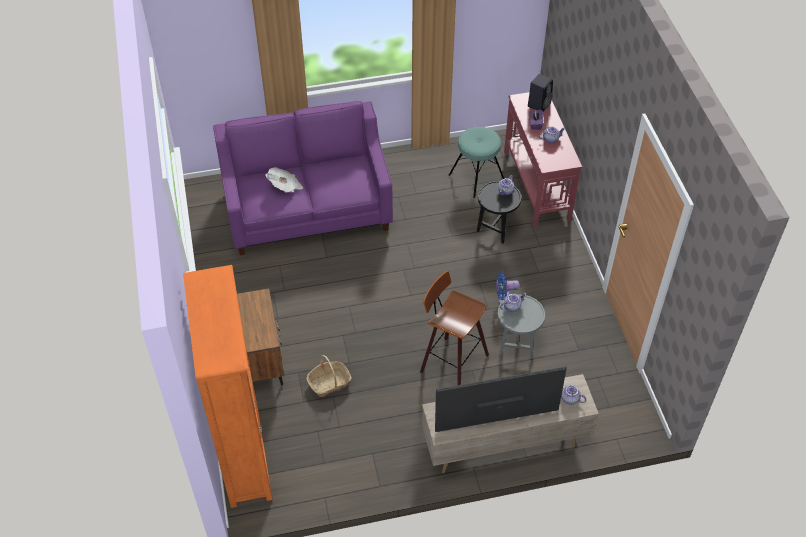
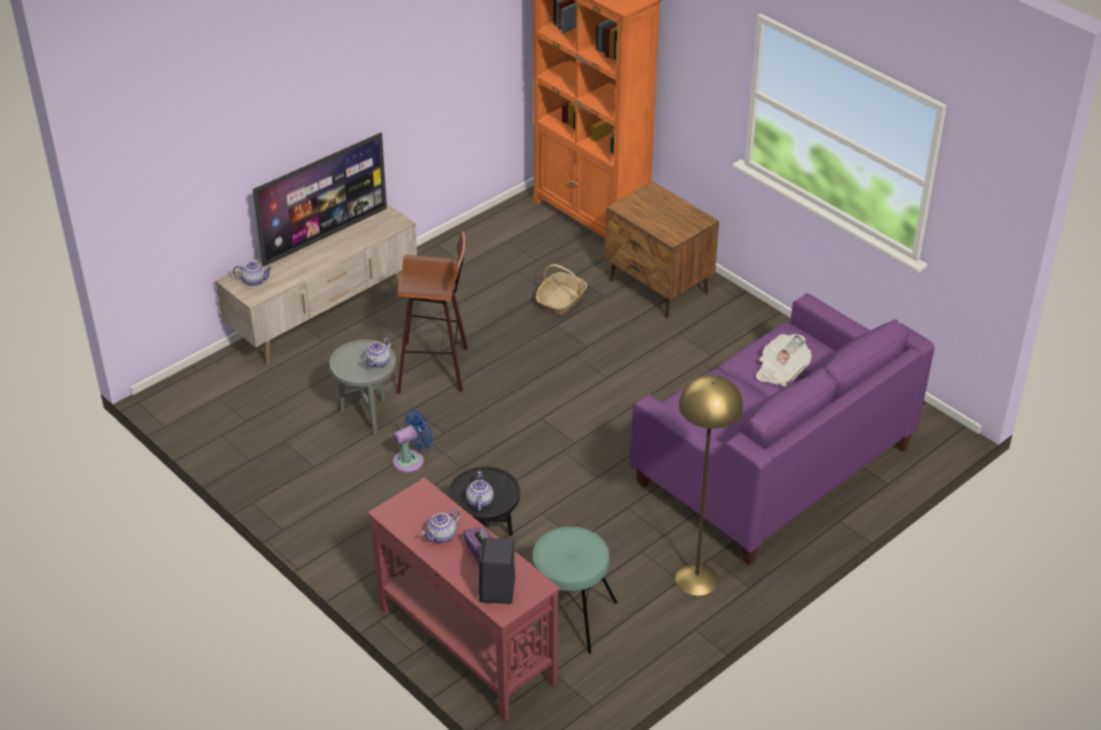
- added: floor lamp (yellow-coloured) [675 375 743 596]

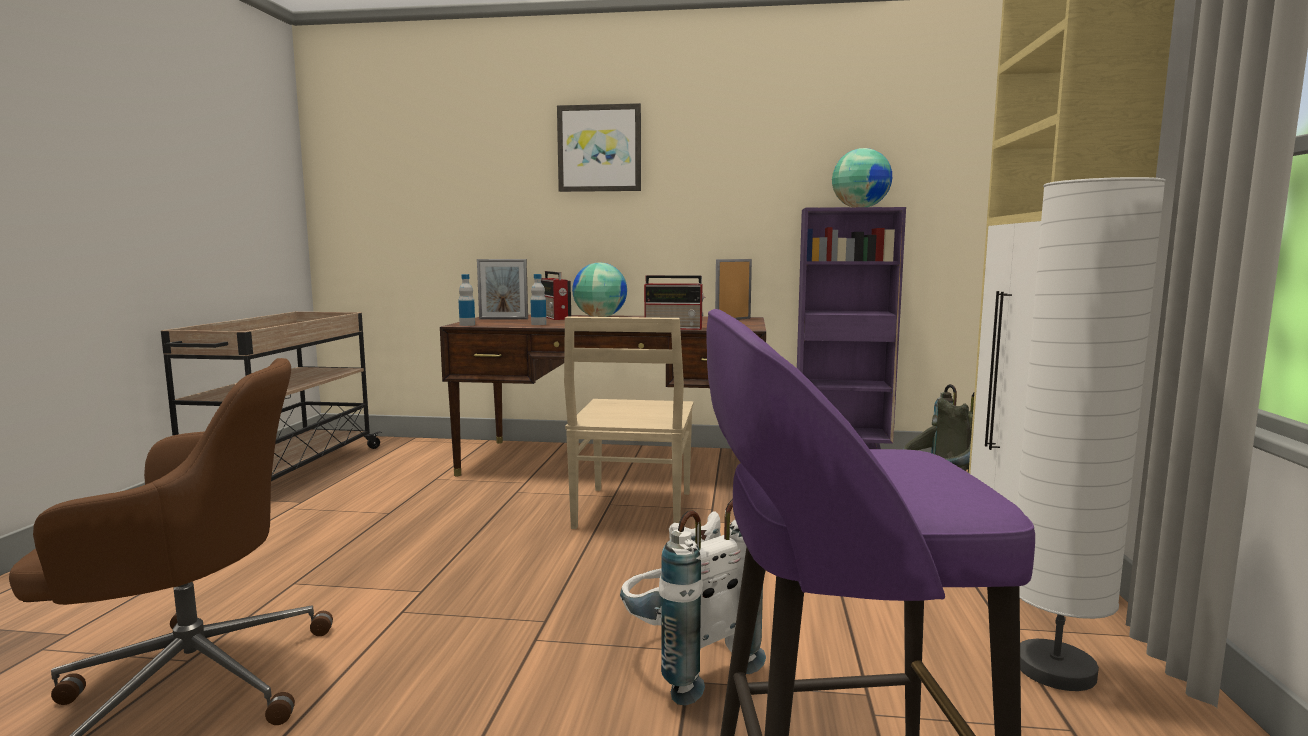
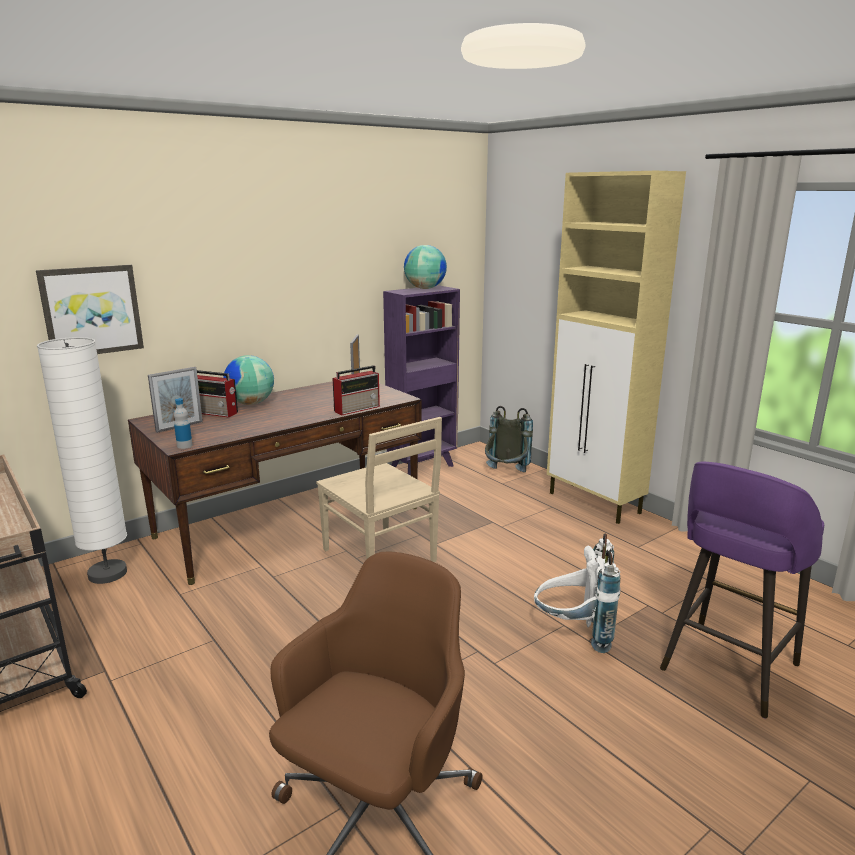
- moved: wall art [557 103 641 192] to [36 265 144 354]
- moved: floor lamp (white) [1017 177 1166 691] to [37 337 127 584]
- removed: beverage bottle [531 274 546 325]

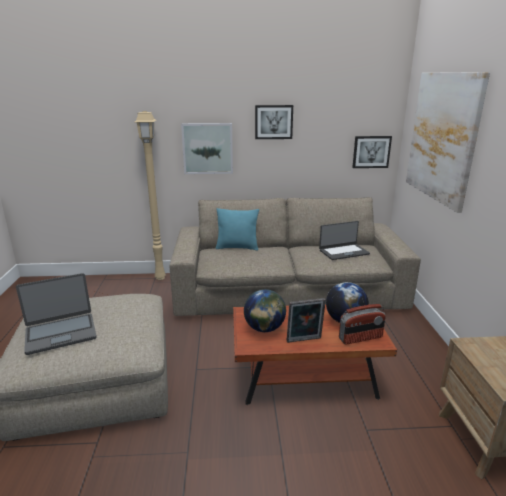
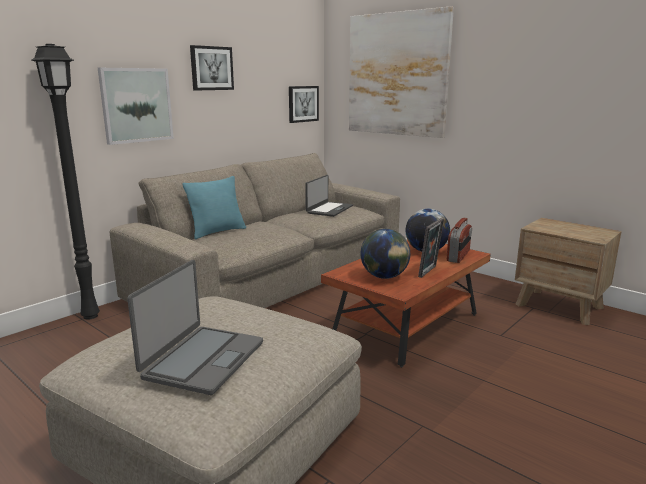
- recoloured: floor lamp (sand-coloured) [135 111 166 280] to floor lamp (blackish) [32 44 100 319]

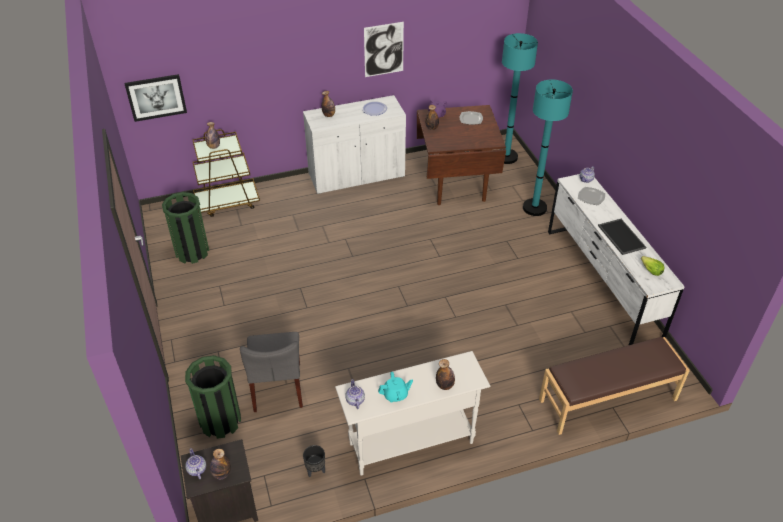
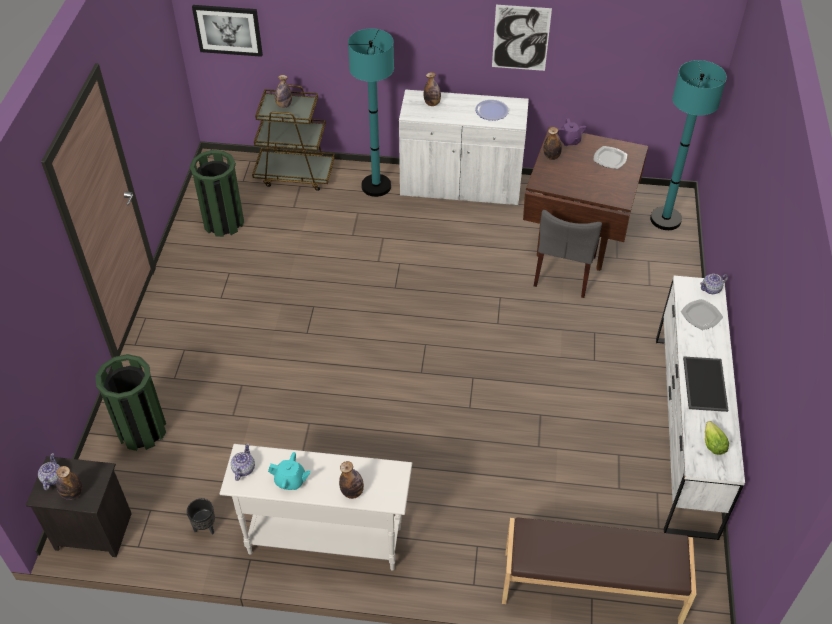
- moved: floor lamp (blue-green) [523 80 573 216] to [348 28 394 197]
- moved: chair (grey) [240 332 303 412] to [534 210 602 298]

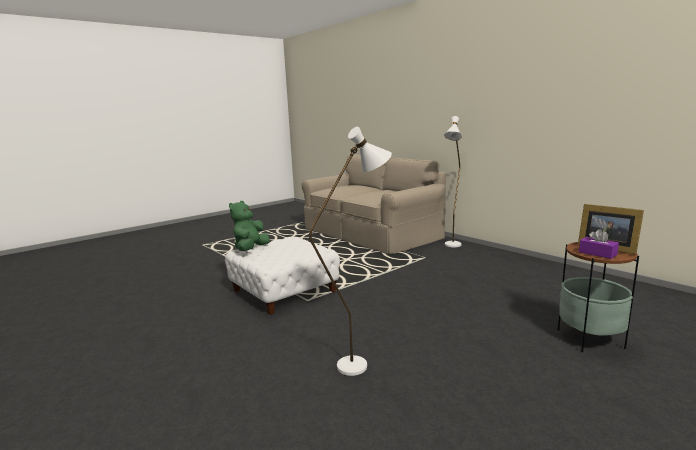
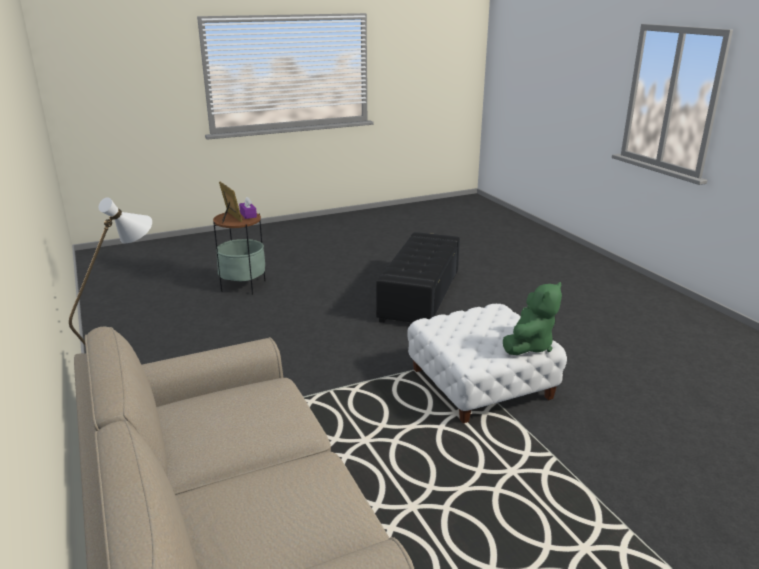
- replaced: floor lamp (white) [309 127 392 376] to pouffe (blackish) [376 232 460 323]

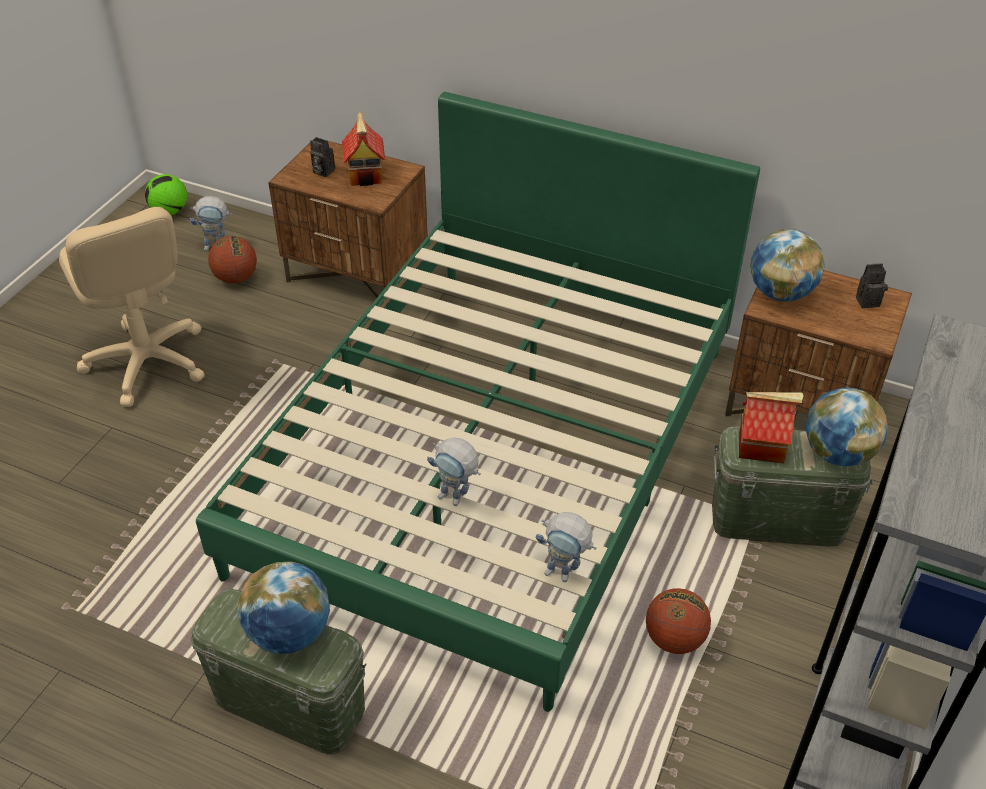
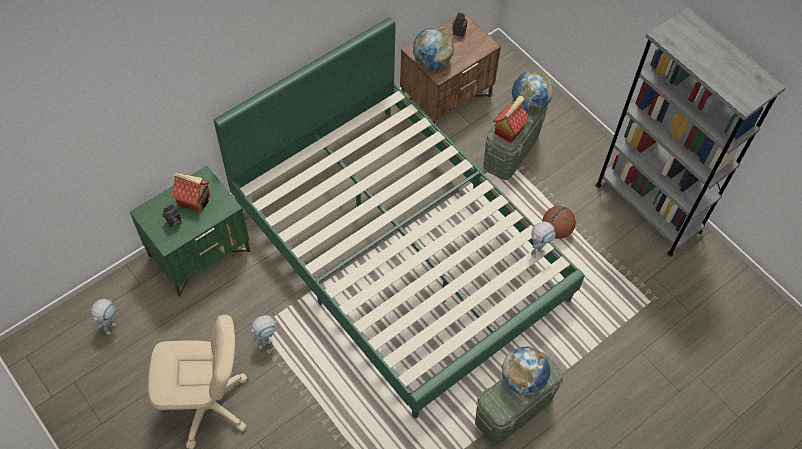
- recoloured: bedside table (brown-coloured) [268 138 428 297] to bedside table (green-coloured) [130 166 250 297]
- moved: robot figure [427 438 481 506] to [250 315 278 349]
- removed: football [145 174 187 215]
- removed: basketball ball [208 236 257 284]

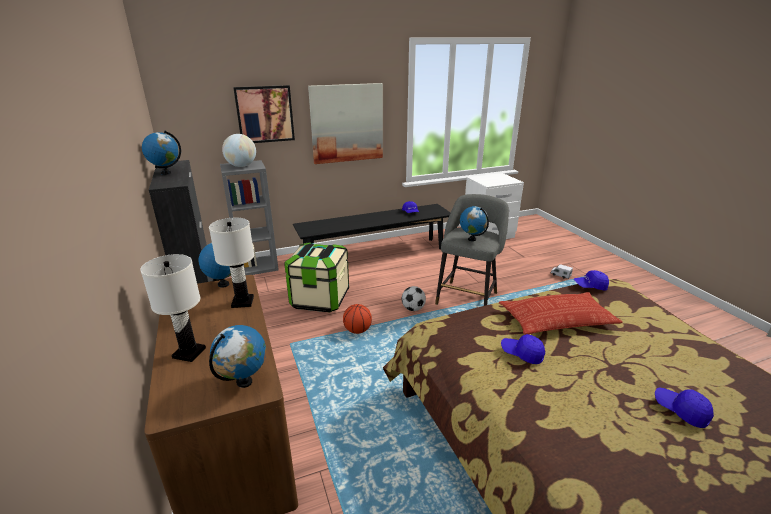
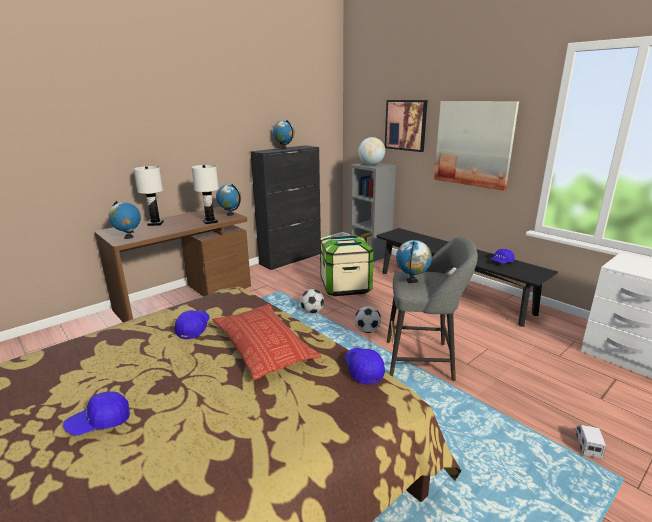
- turned: cap (bluish) [655 388 714 428] = [63 391 130 436] 150 degrees counterclockwise
- replaced: basketball ball [343 304 372 334] to football [300 289 324 314]

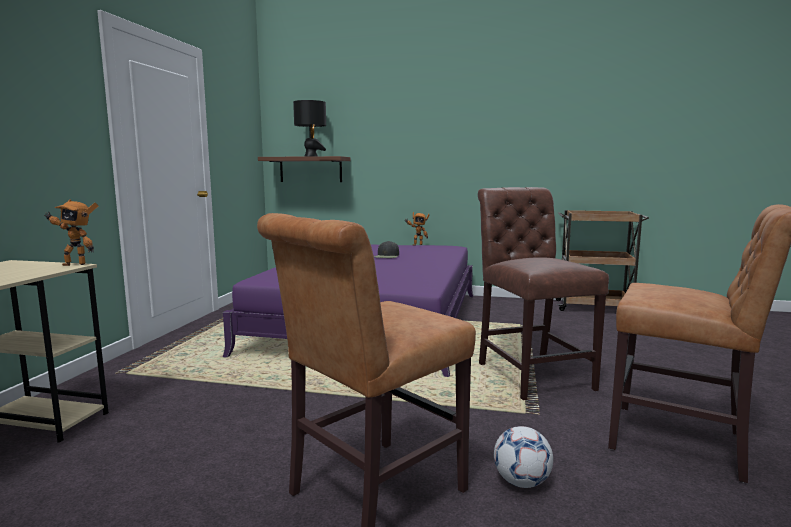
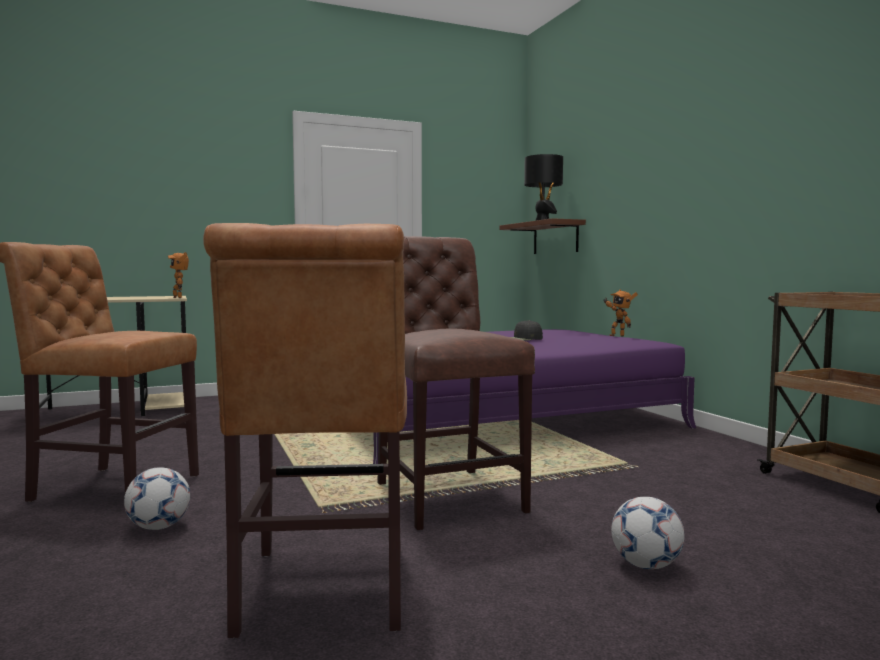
- turned: chair (brown-coloured) [478 187 609 400] = [377 236 535 530] 60 degrees counterclockwise
- added: football [611 497 684 569]

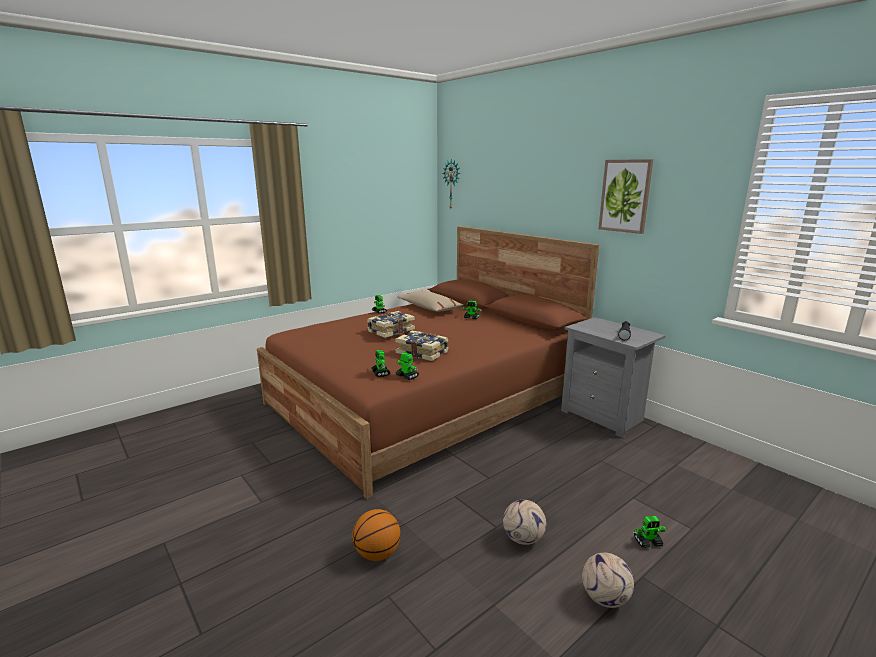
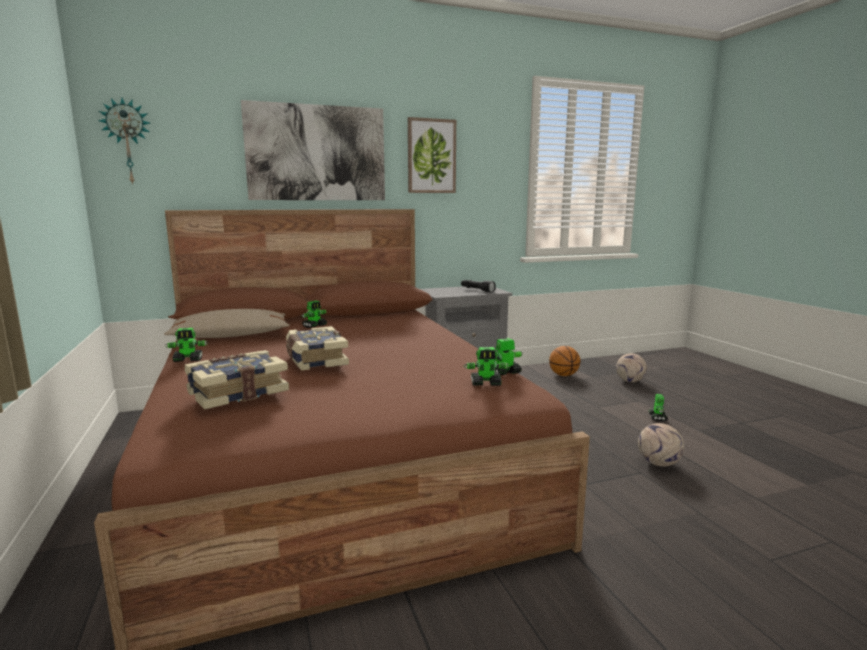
- moved: volume [395 331 449 361] to [185 350 289 409]
- added: wall art [241 100 385 200]
- moved: basketball ball [352 509 400 561] to [549 346 580 376]
- moved: football [582 553 634 608] to [616 353 647 382]

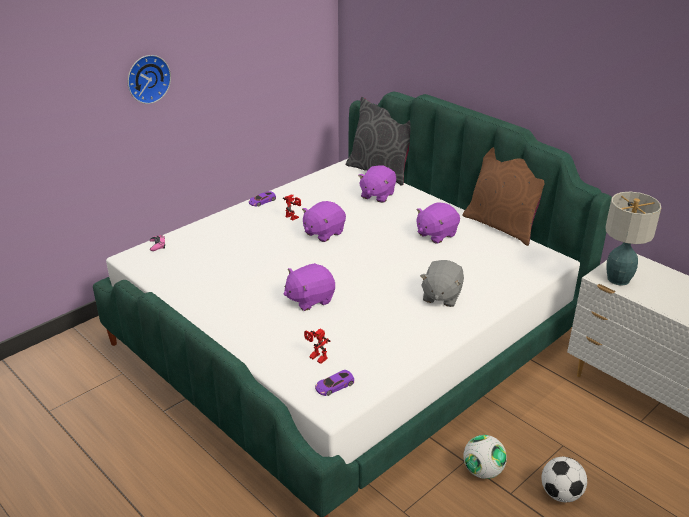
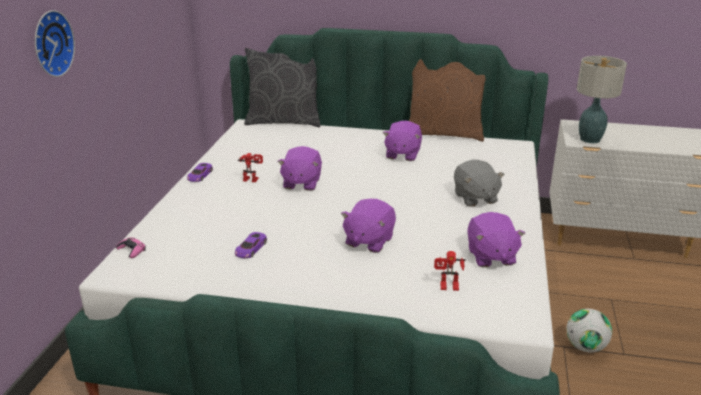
- moved: miniature car (purple) [315 370 354 396] to [235 232 267 258]
- moved: soft toy (purple) [358 165 396 203] to [467 212 525 267]
- removed: football [541 457 587 502]

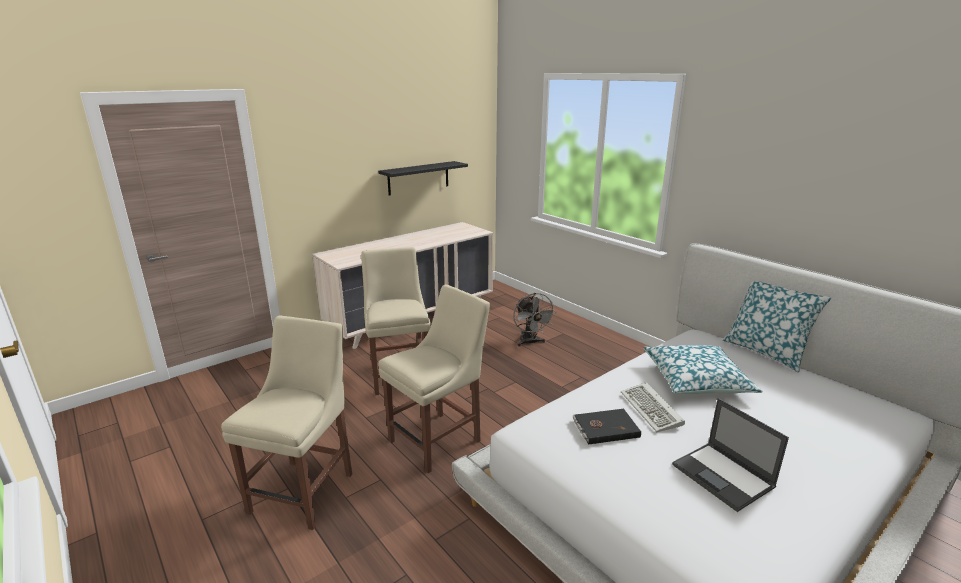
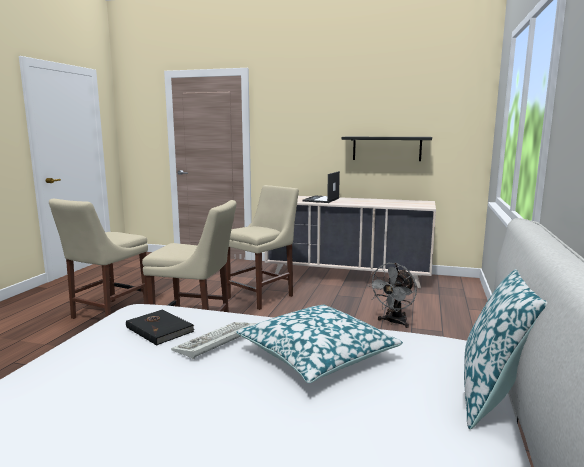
- turned: chair (sand-coloured) [221 316 352 530] = [49 199 148 319] 135 degrees clockwise
- moved: portable computer [672 398 789 512] to [302 171 340 203]

